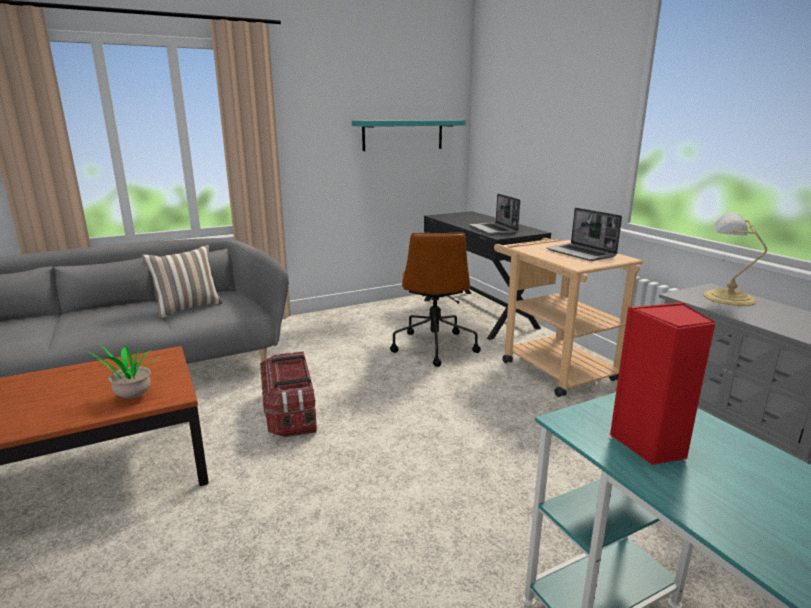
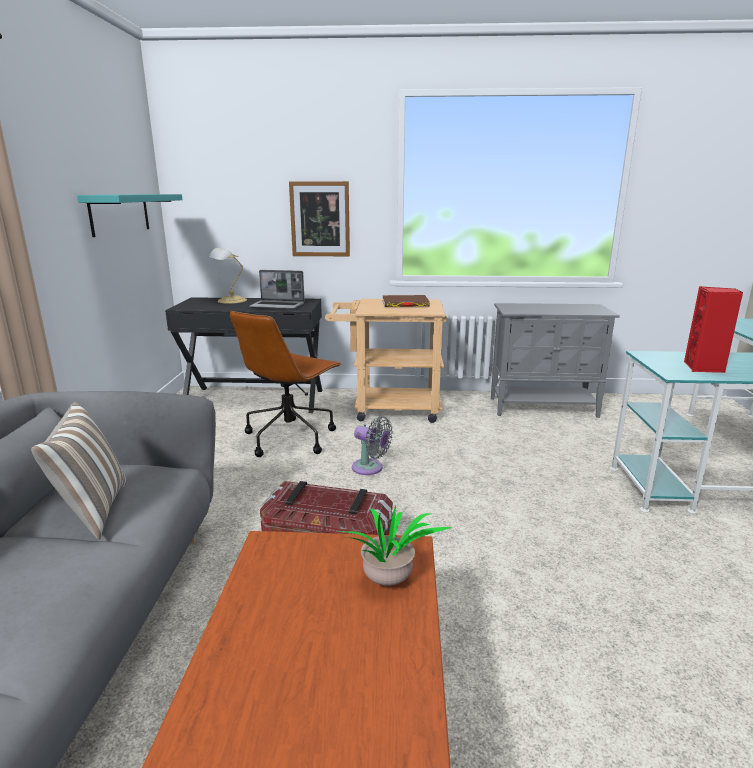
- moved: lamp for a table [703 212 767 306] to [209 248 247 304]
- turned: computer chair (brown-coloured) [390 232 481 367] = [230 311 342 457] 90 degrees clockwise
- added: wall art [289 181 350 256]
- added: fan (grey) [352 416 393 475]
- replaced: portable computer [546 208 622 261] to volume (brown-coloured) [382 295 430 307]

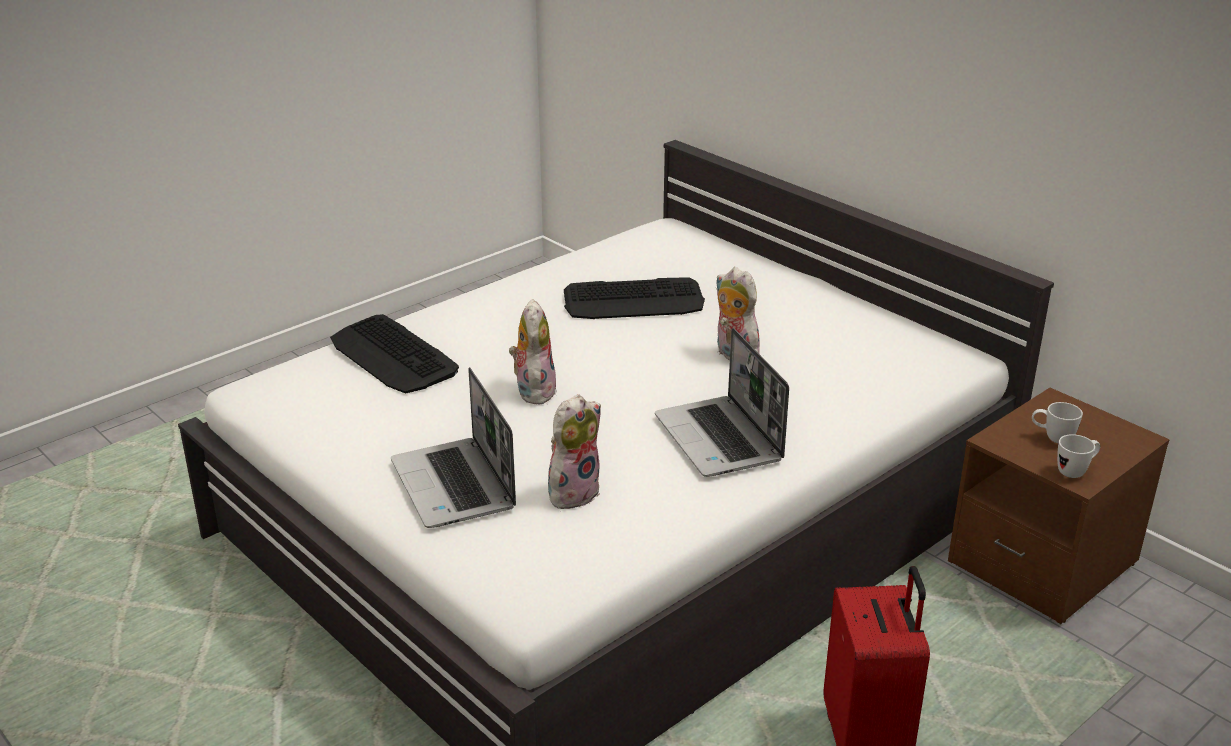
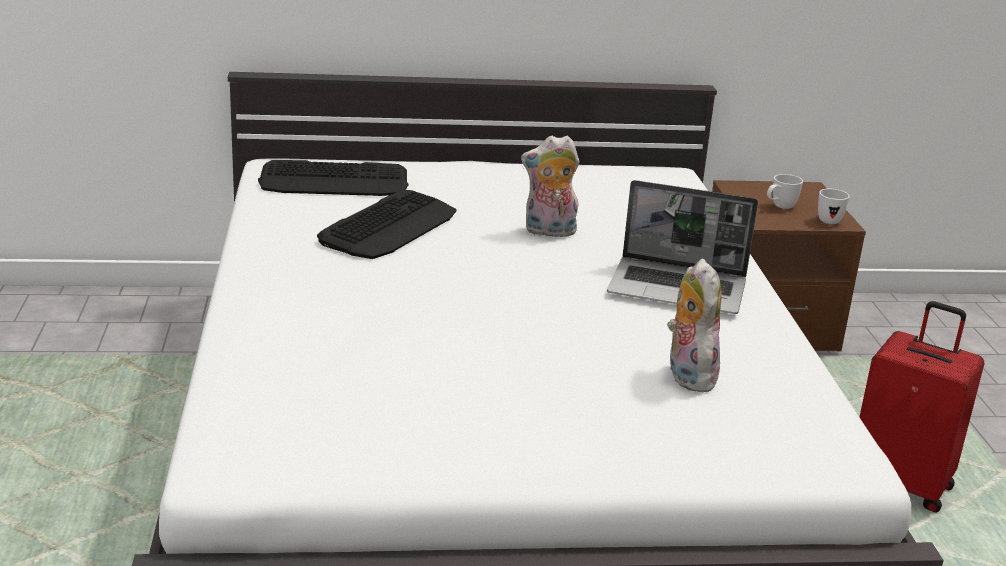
- moved: keyboard [330 314 459 394] to [258 160 409 196]
- removed: portable computer [391 367 516 528]
- removed: soft toy [509 299 557 405]

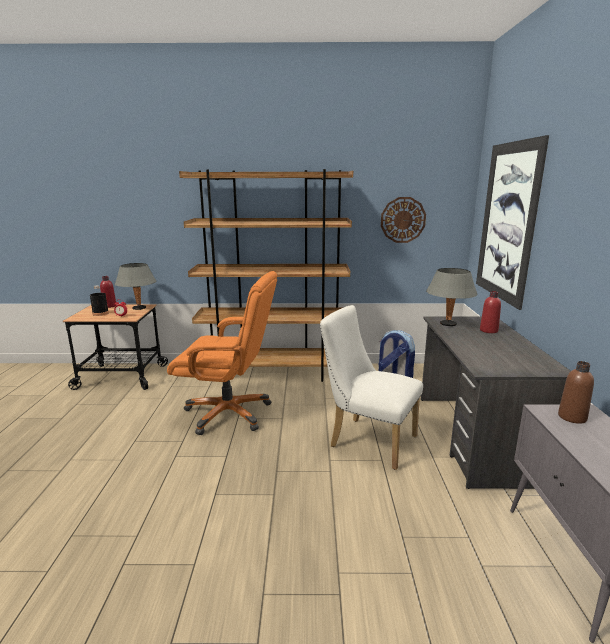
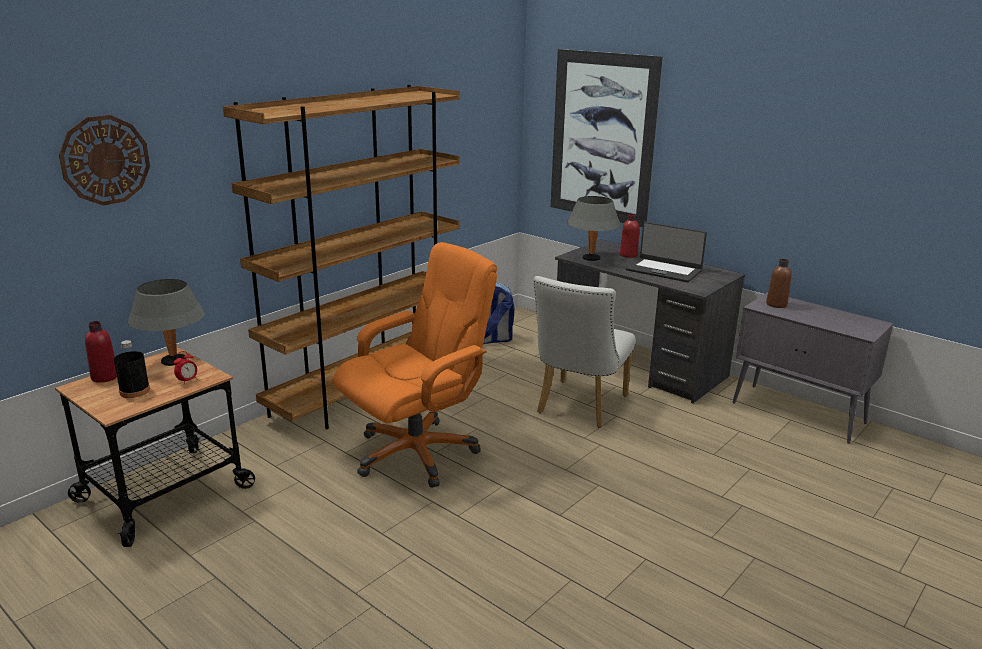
- moved: clock on the wall [381 197 426 243] to [59 115 150 205]
- turned: chair (white) [320 305 423 470] = [534 276 636 428] 45 degrees counterclockwise
- added: portable computer [625 222 707 282]

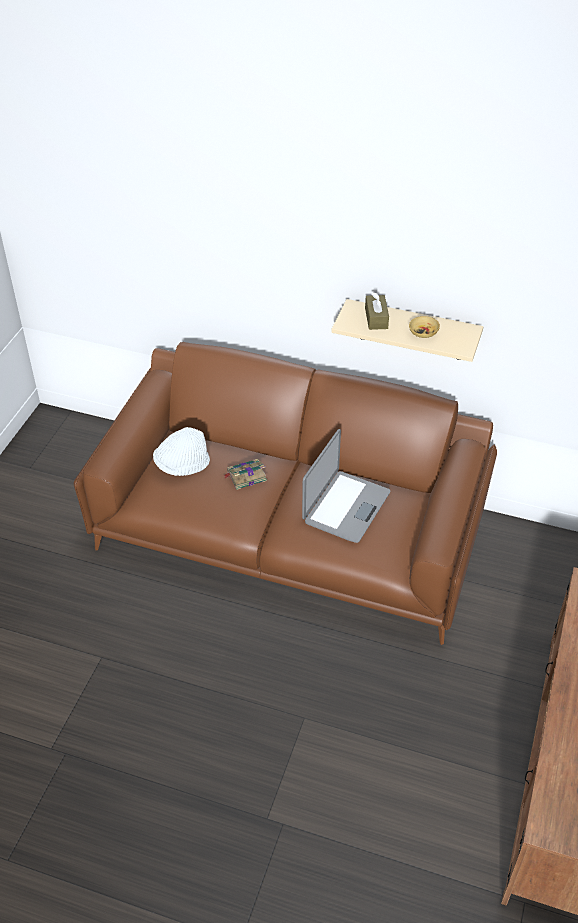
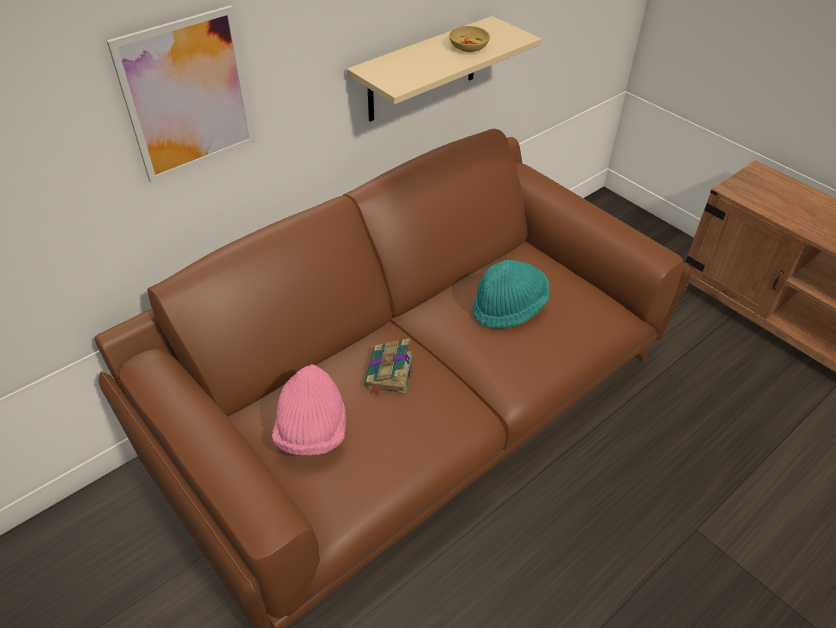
- added: wall art [107 5 255 183]
- recoloured: wearable hat (white) [153 427 210 476] to wearable hat (pinkish) [272 364 346 456]
- replaced: portable computer [302 429 390 543] to wearable hat (blue-green) [472 260 550 328]
- removed: box of tissues (brown-coloured) [365 292 389 330]

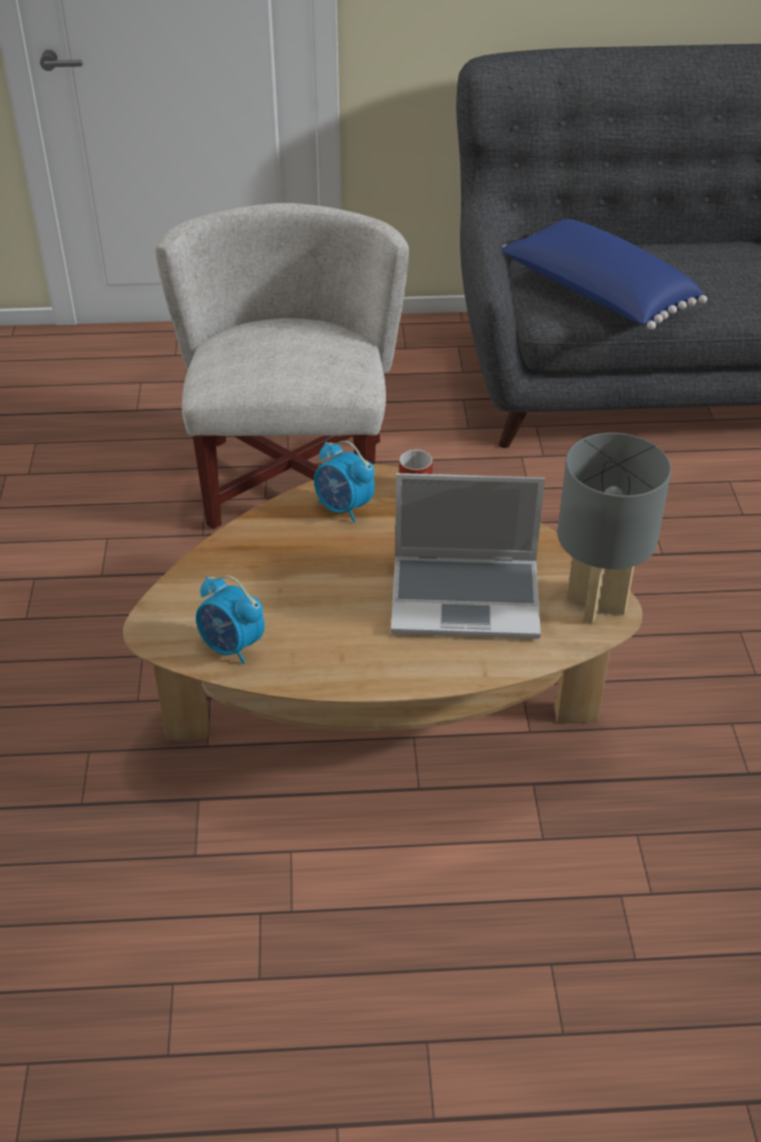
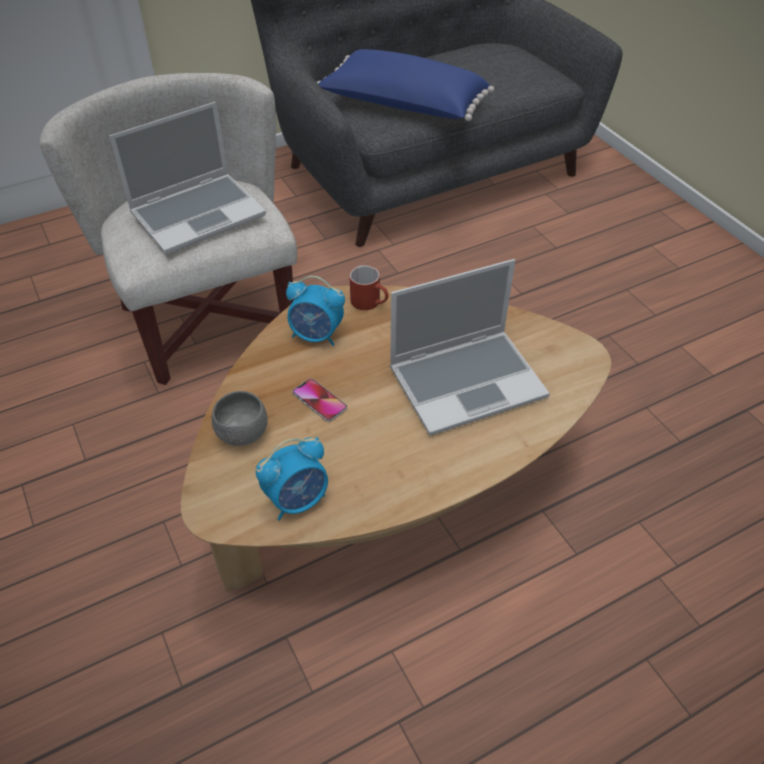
- added: portable computer [109 102 266 254]
- added: deep dish (grey) [211 391 268 446]
- turned: alarm clock [196 575 265 664] = [256 437 328 521] 45 degrees counterclockwise
- added: phone [292 378 347 422]
- removed: lamp for a table (grey) [557 433 671 624]

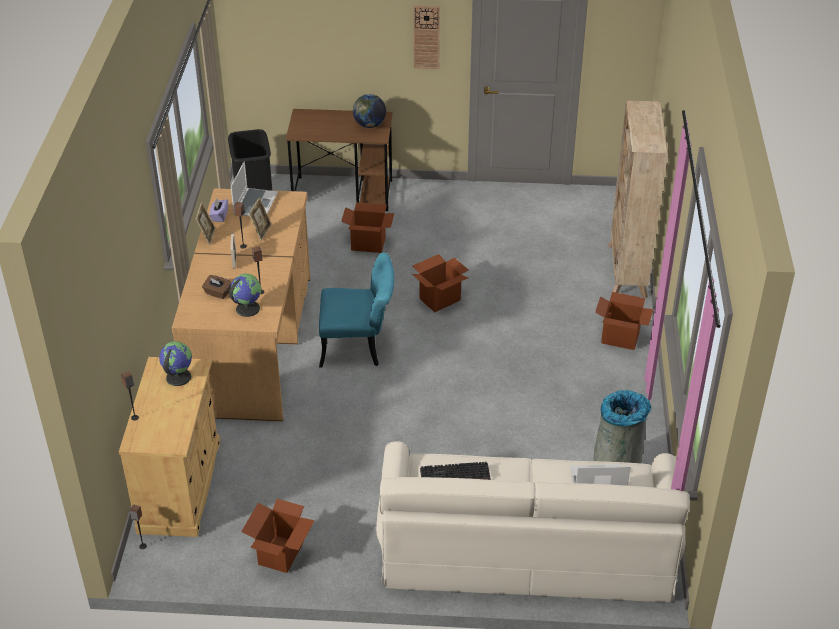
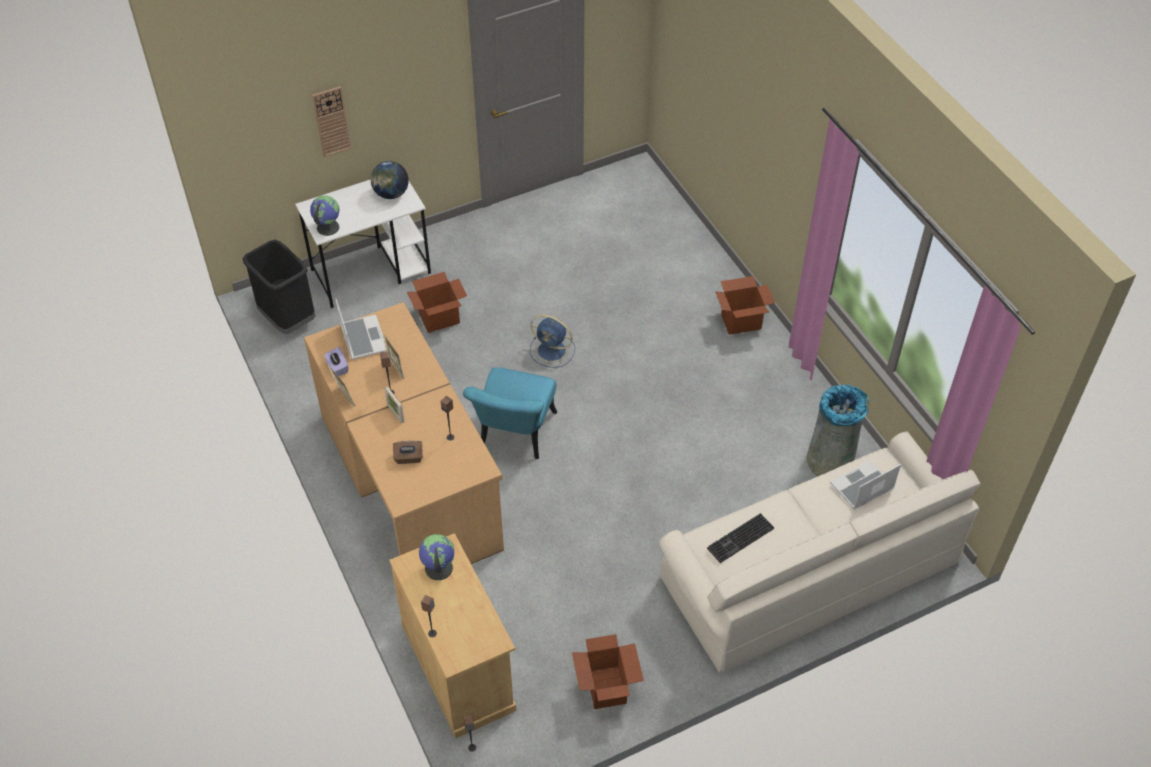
- recoloured: desk unit (brown-coloured) [286 109 393 211] to desk unit (white) [295 179 431 308]
- moved: globe [229 274 261 317] to [310 195 340 236]
- moved: clock on the wall [413 5 440 69] to [312 86 351 157]
- turned: chair (blue-green) [319 253 394 367] = [463 367 557 459] 135 degrees clockwise
- replaced: carton [412 254 468 312] to fan (bluish) [530 314 575 368]
- removed: shelving unit (sand-coloured) [608 100 668 298]

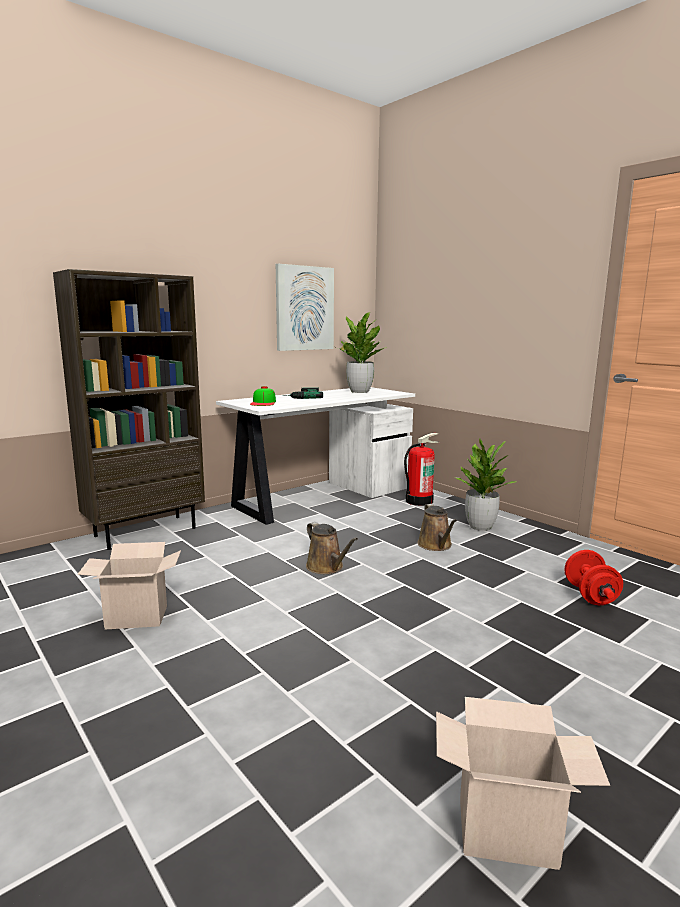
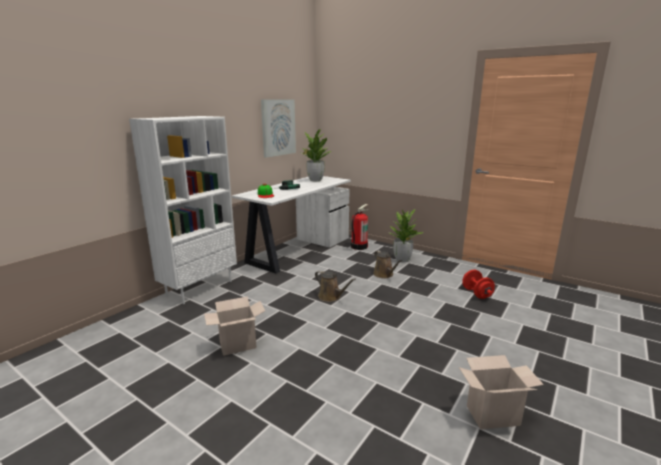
- recoloured: shelving unit (brown-coloured) [53 269 205 550] to shelving unit (white) [129 116 237 304]

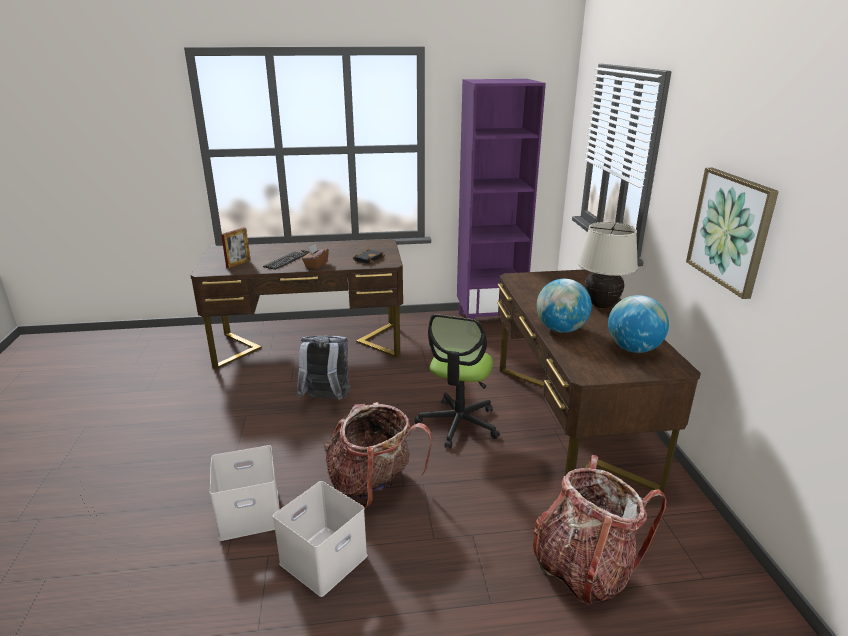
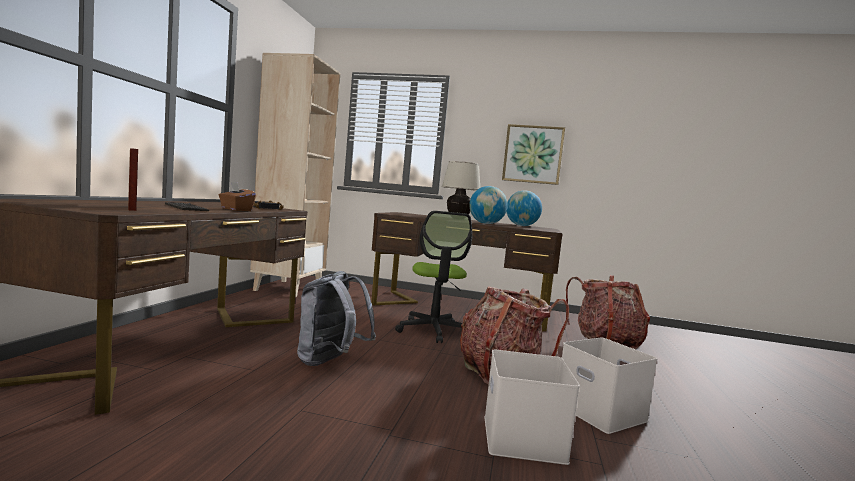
- recoloured: shelving unit (purple) [457 79 546 319] to shelving unit (sand-coloured) [250 53 340 297]
- turned: computer chair [415 314 500 449] = [395 211 472 343] 45 degrees clockwise

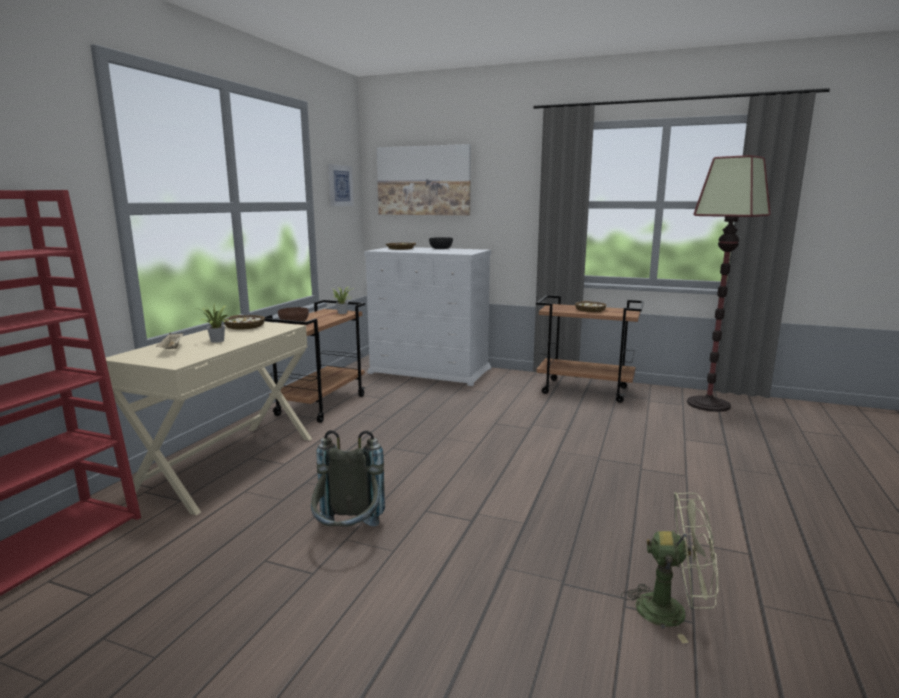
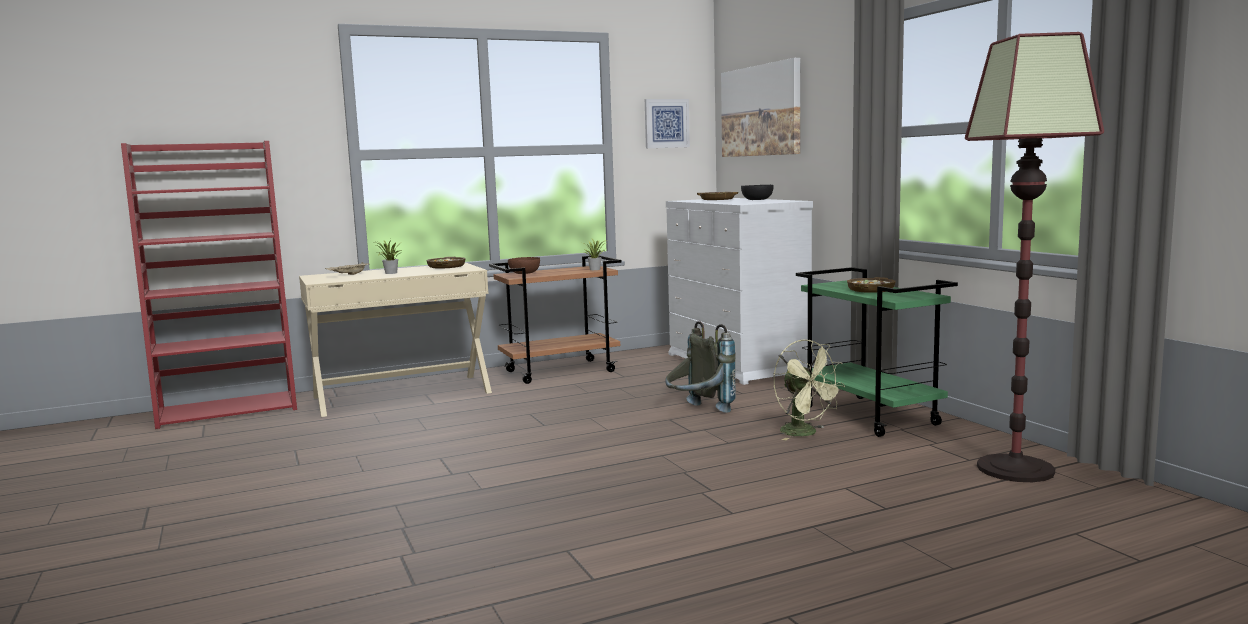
- moved: backpack (grey) [311 430 385 527] to [665 321 736 413]
- moved: fan (green-coloured) [621 492 718 643] to [774 339 845 440]
- recoloured: trolley (brown-coloured) [536 295 644 403] to trolley (green-coloured) [796 267 958 437]

